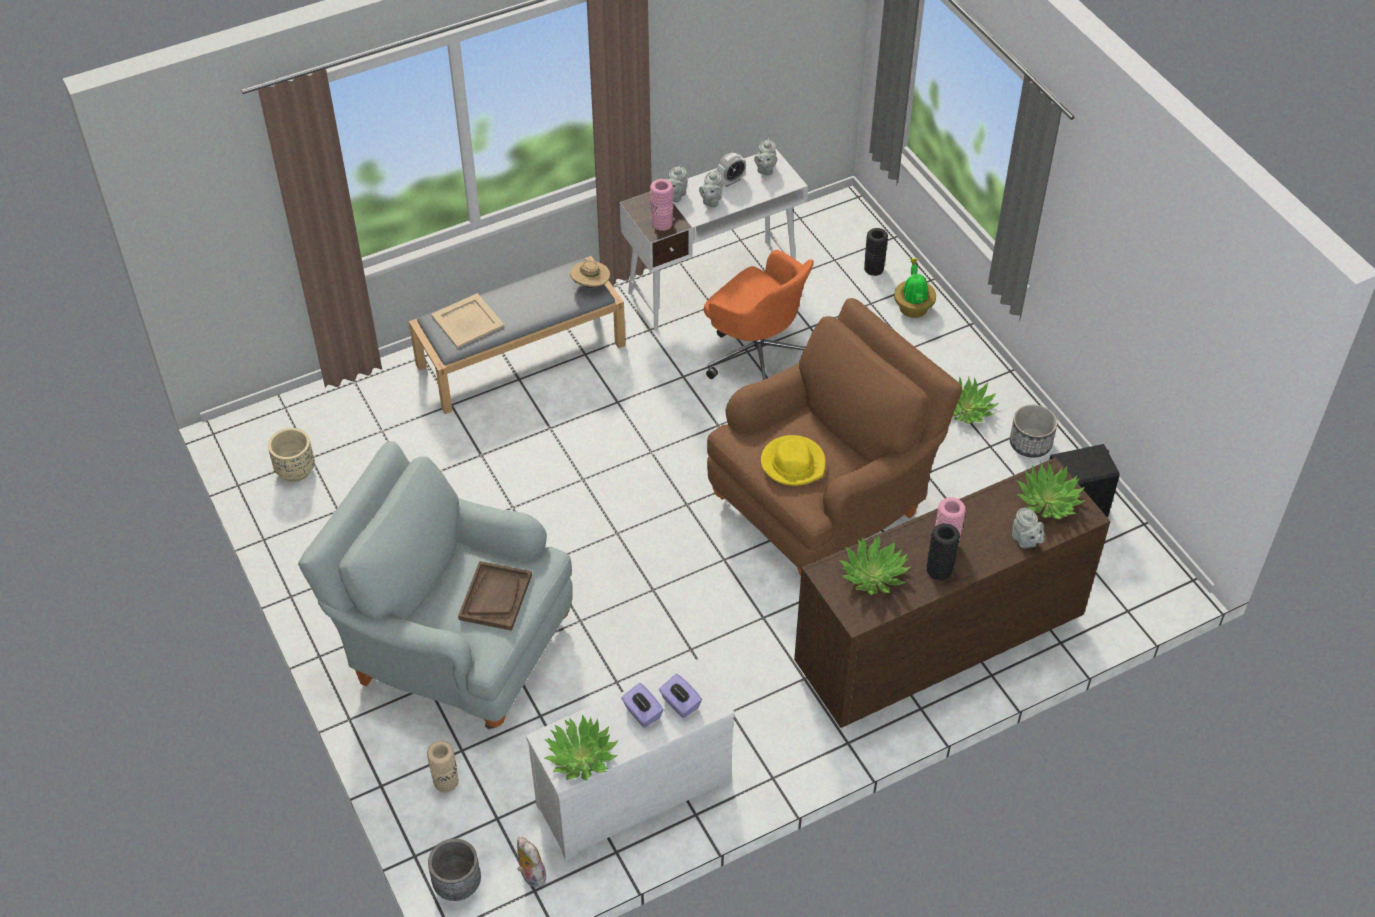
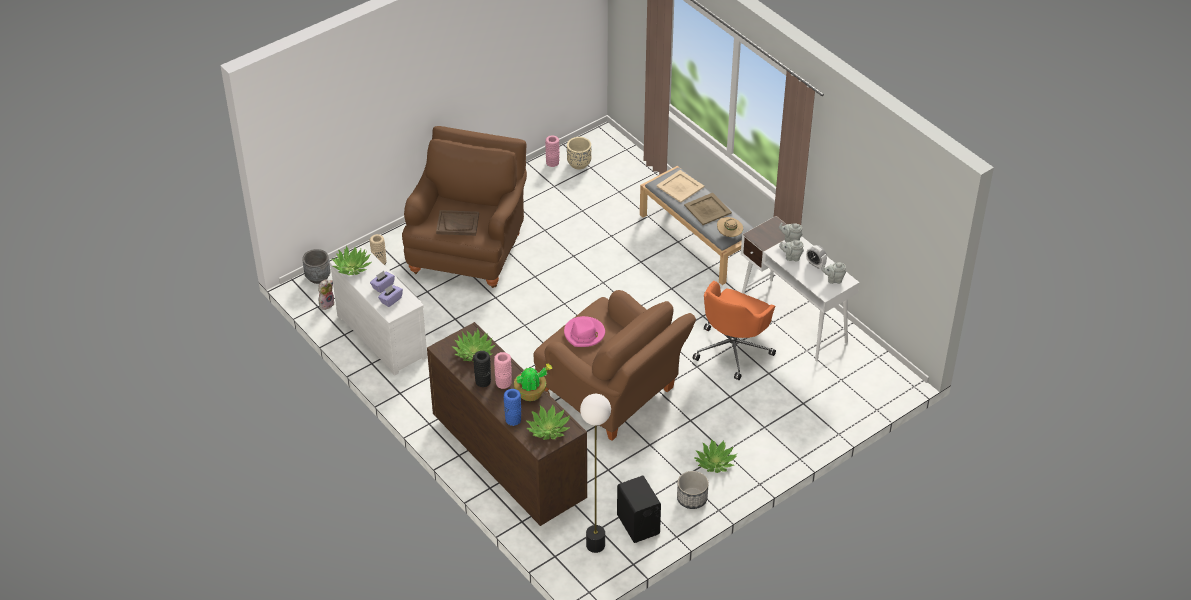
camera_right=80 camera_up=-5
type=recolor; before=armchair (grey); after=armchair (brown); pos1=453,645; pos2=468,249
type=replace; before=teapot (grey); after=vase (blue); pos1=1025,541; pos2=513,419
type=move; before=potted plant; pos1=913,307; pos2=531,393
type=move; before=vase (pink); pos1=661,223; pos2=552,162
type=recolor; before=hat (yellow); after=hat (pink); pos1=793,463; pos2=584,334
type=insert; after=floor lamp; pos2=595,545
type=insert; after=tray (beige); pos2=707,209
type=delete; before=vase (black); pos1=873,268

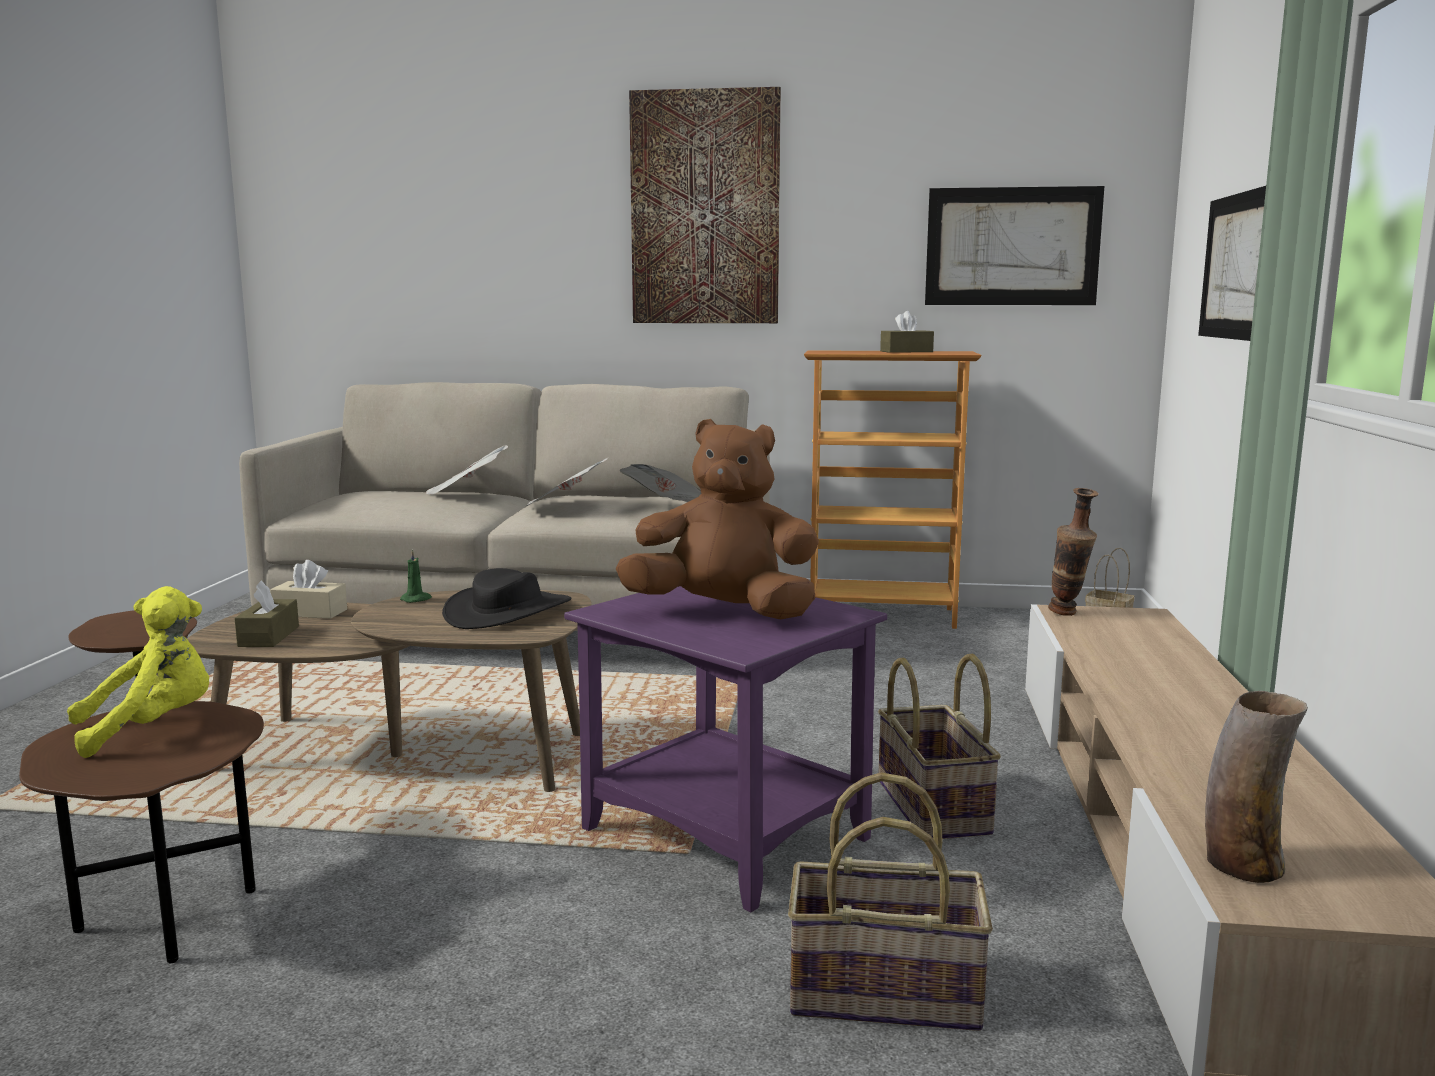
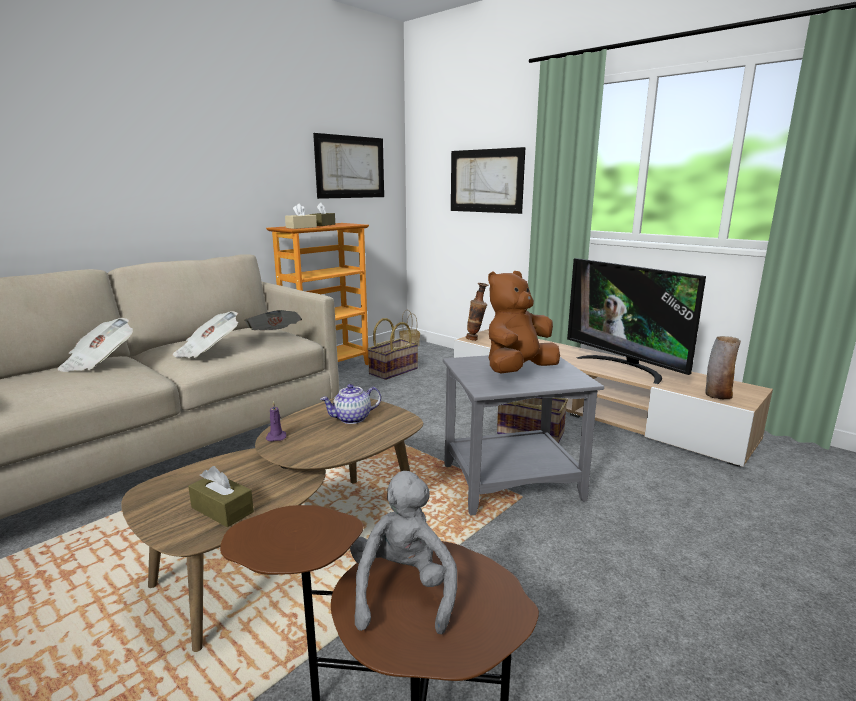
camera_right=-55 camera_up=5
type=recolor; before=candle (green); after=candle (purple); pos1=416,599; pos2=276,437
type=move; before=tissue box (beige); pos1=310,612; pos2=301,227
type=replace; before=hat (black); after=teapot; pos1=508,611; pos2=352,419
type=recolor; before=plush toy (yellow); after=plush toy (grey); pos1=152,728; pos2=403,591
type=move; before=basket; pos1=885,991; pos2=393,371
type=recolor; before=side table (purple); after=side table (grey); pos1=728,833; pos2=511,481
type=insert; after=television; pos2=625,367
type=delete; before=picture; pos1=705,209

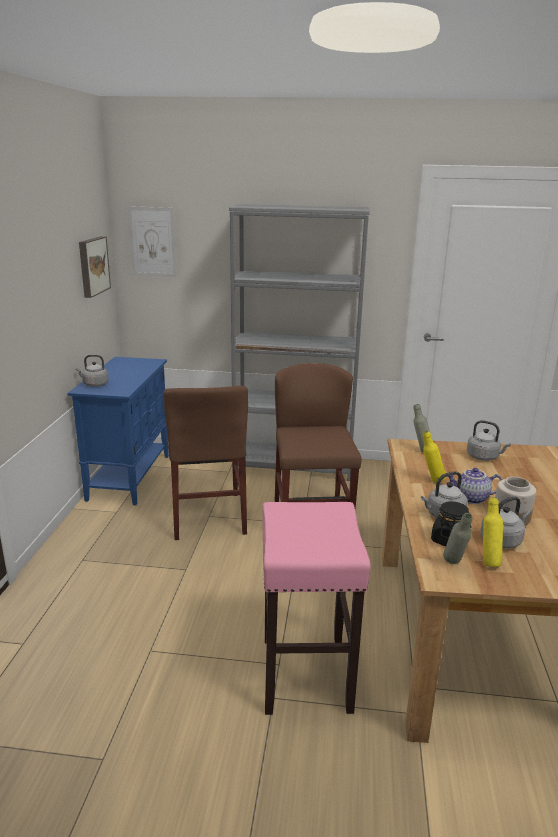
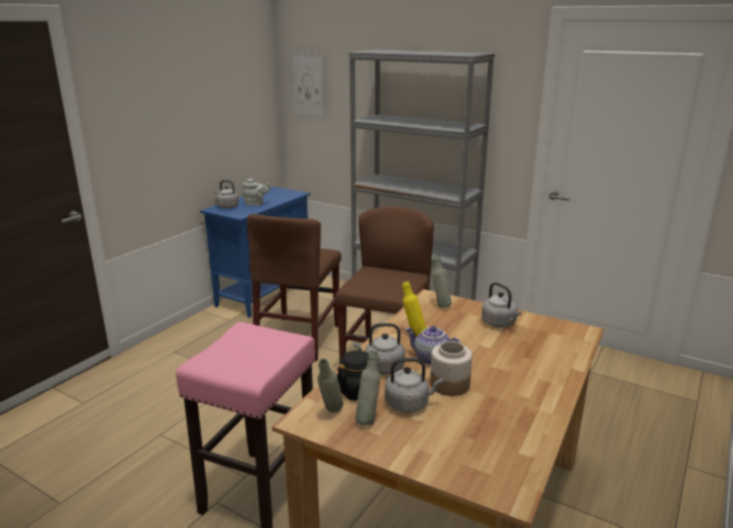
camera_right=25 camera_up=0
type=insert; after=teapot (grey); pos2=255,204
type=recolor; before=bottle (yellow); after=bottle (grey); pos1=488,561; pos2=368,419
type=delete; before=picture; pos1=92,266

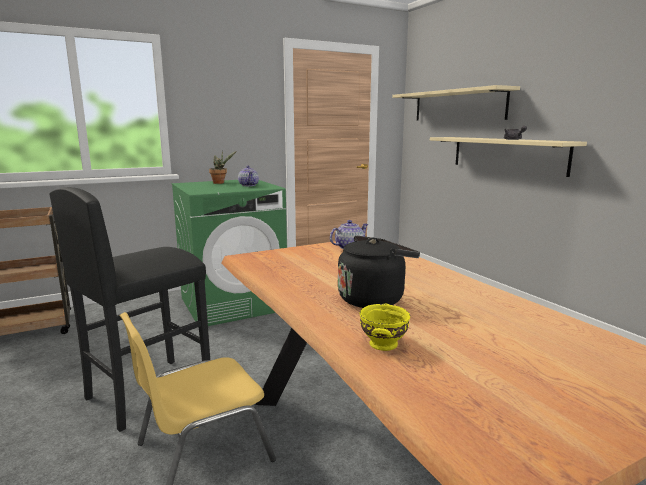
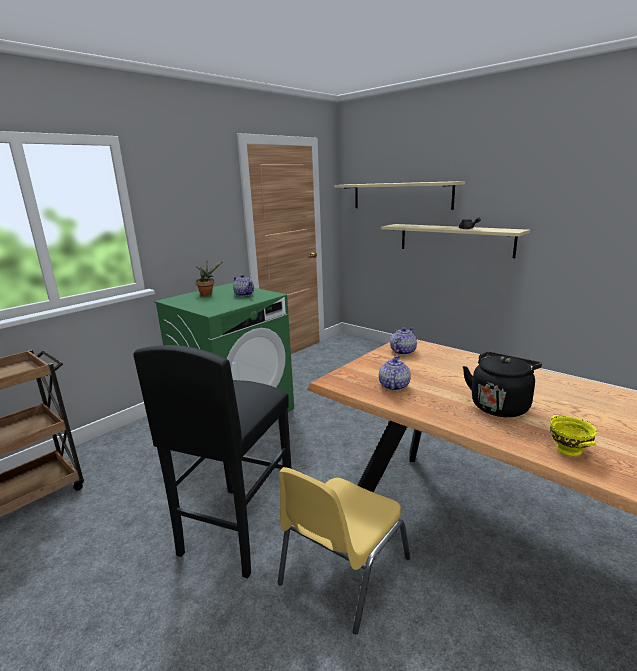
camera_right=-20 camera_up=5
type=insert; after=teapot; pos2=393,386

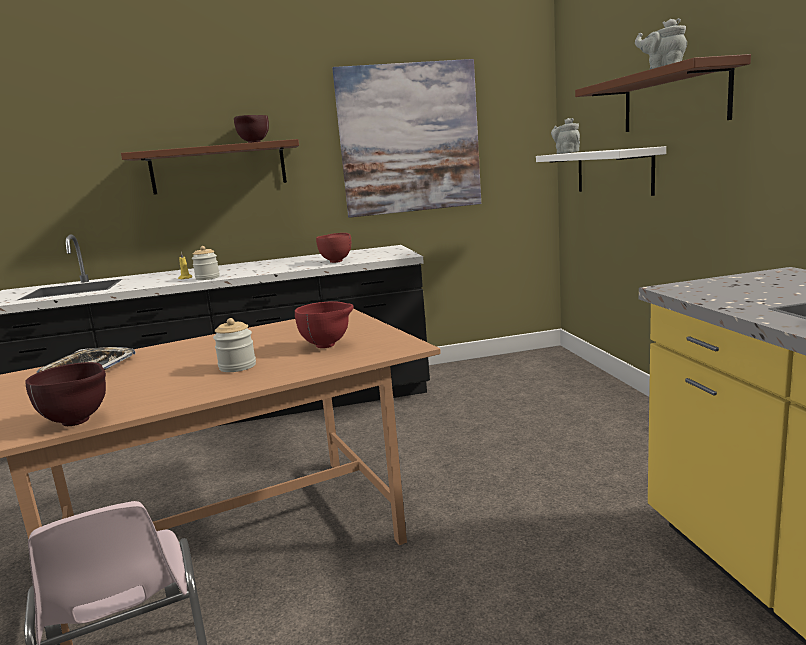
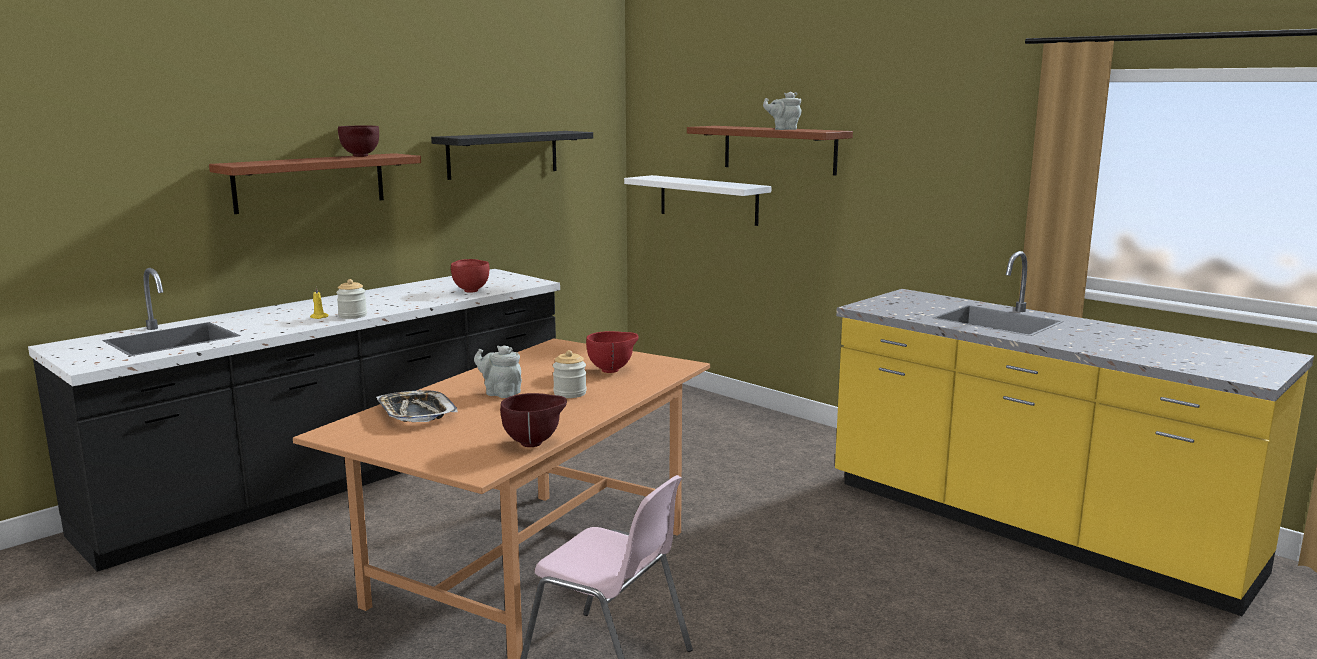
camera_right=-35 camera_up=0
type=replace; before=picture; after=shelf (black); pos1=409,139; pos2=503,154
type=move; before=teapot (grey); pos1=566,153; pos2=500,393

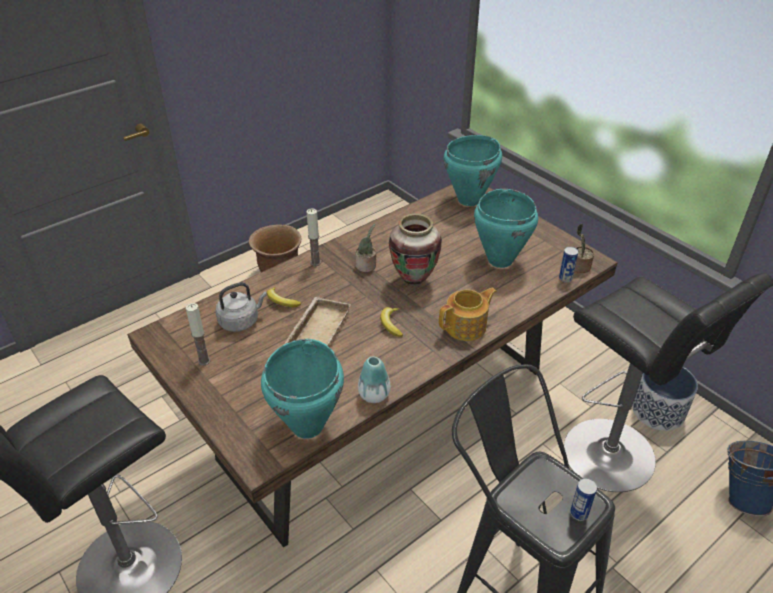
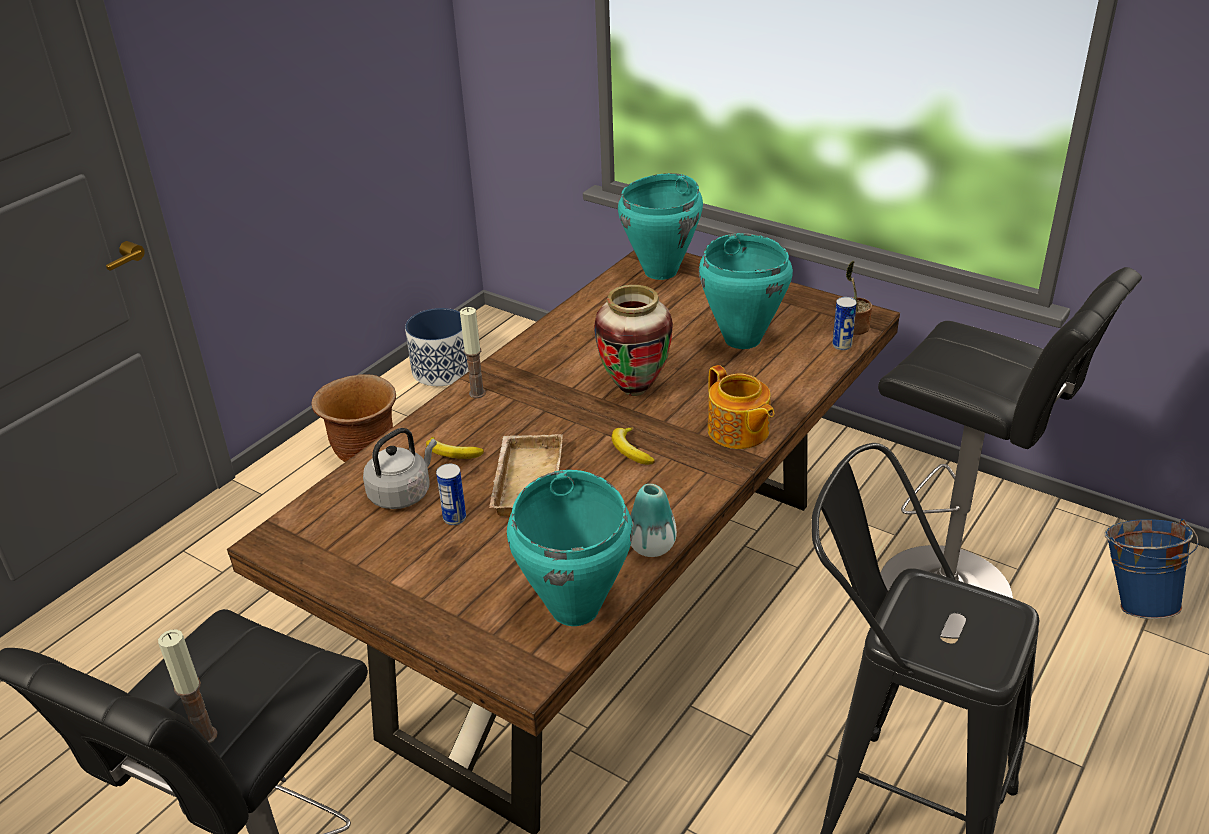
camera_right=-15 camera_up=-5
type=move; before=candle; pos1=204,361; pos2=205,736
type=move; before=planter; pos1=658,411; pos2=443,370
type=move; before=can; pos1=579,513; pos2=454,518
type=rotate; before=teapot; pos1=466,326; pos2=738,432; turn=105
type=delete; before=potted plant; pos1=367,266

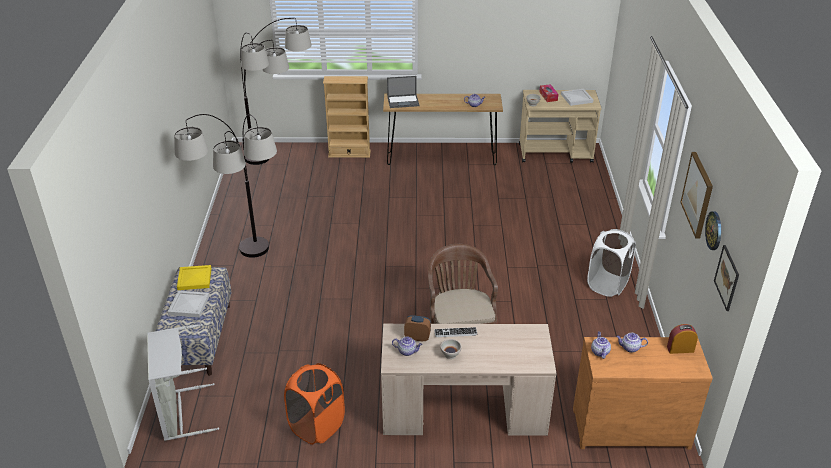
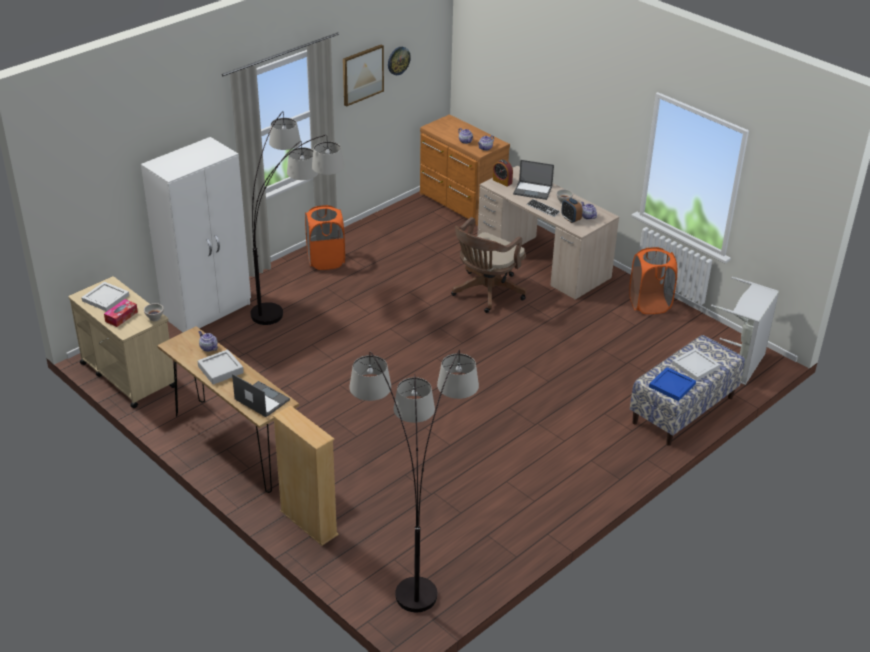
camera_right=-135 camera_up=0
type=insert; after=wardrobe (white); pos2=208,310
type=insert; after=tray (grey); pos2=220,370
type=move; before=floor lamp; pos1=249,271; pos2=297,299
type=recolor; before=laundry basket (white); after=laundry basket (orange); pos1=607,284; pos2=326,261
type=move; before=alarm clock; pos1=680,349; pos2=502,181
type=insert; after=laptop; pos2=533,190
type=recolor; before=tray (yellow); after=tray (blue); pos1=195,278; pos2=671,385
type=delete; before=picture; pos1=727,277

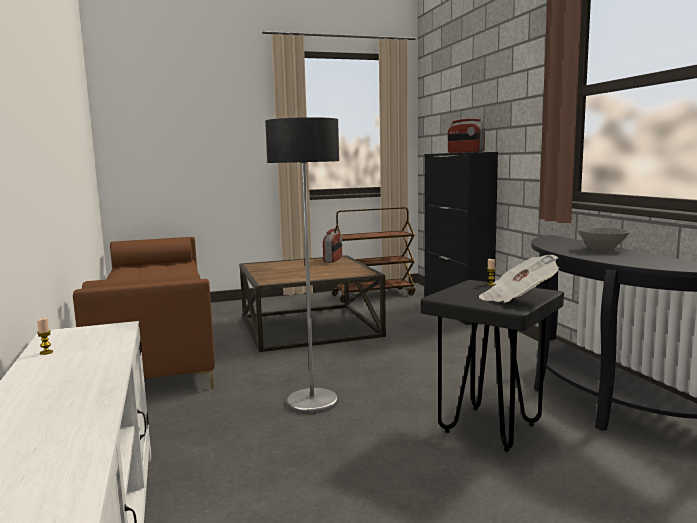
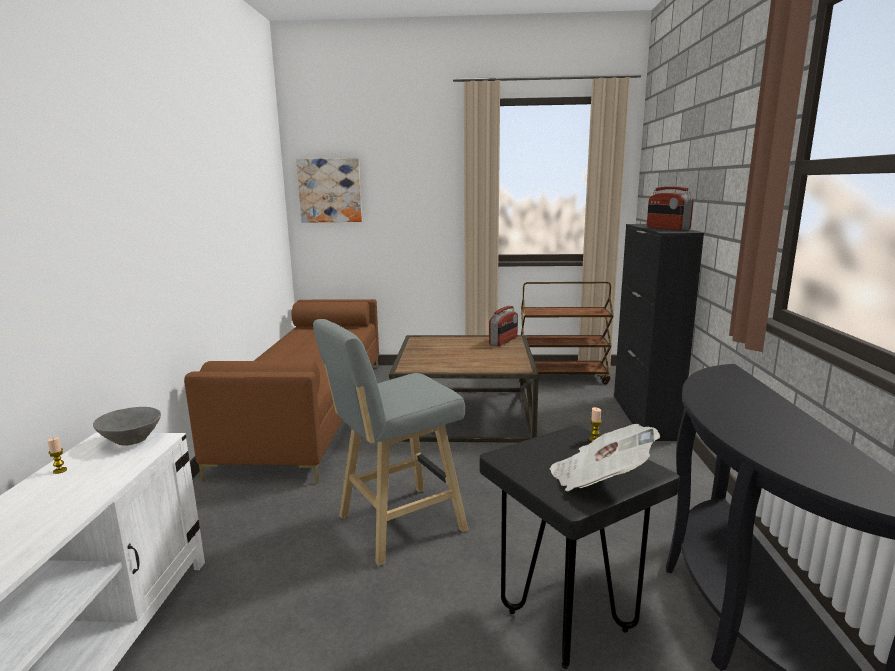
camera_right=20 camera_up=5
type=move; before=bowl (grey); pos1=602,249; pos2=132,441
type=insert; after=picture; pos2=330,190
type=replace; before=floor lamp; after=stool (grey); pos1=311,402; pos2=396,525

